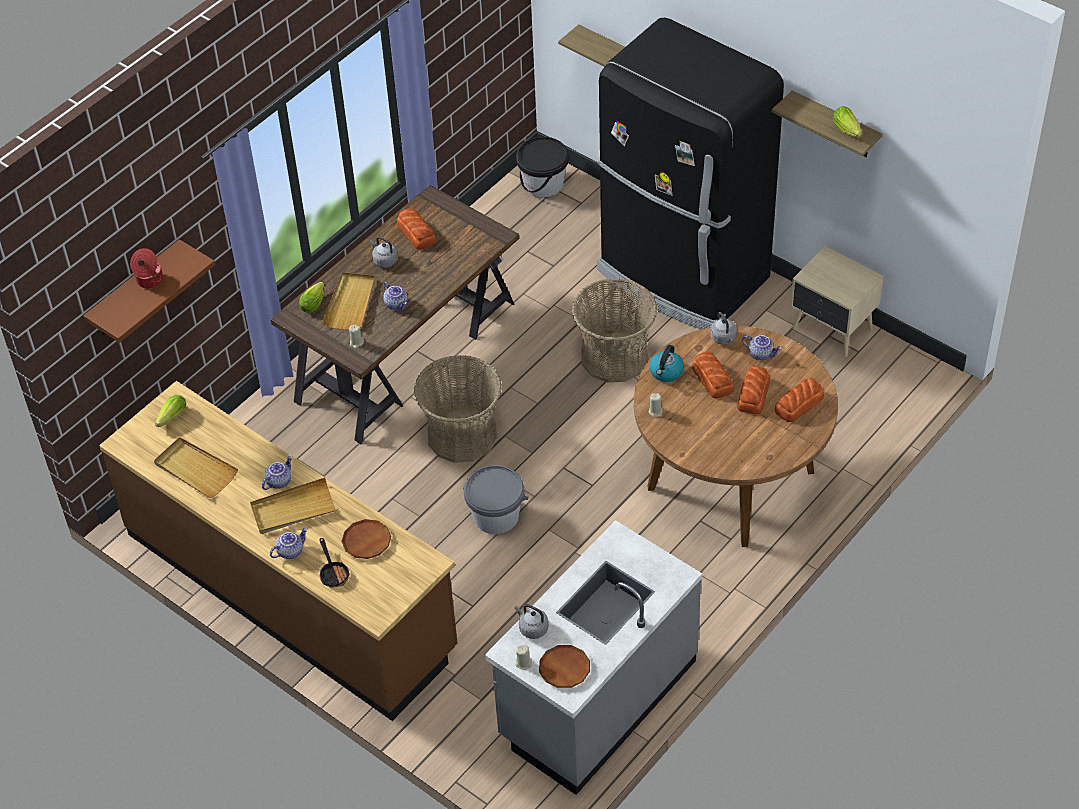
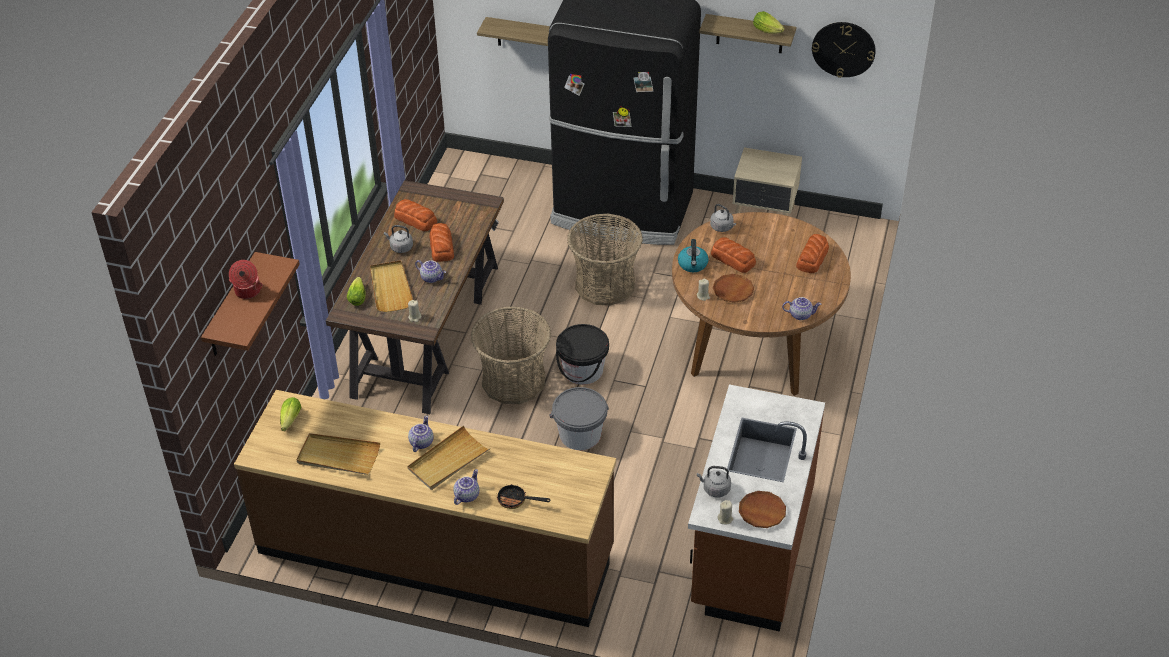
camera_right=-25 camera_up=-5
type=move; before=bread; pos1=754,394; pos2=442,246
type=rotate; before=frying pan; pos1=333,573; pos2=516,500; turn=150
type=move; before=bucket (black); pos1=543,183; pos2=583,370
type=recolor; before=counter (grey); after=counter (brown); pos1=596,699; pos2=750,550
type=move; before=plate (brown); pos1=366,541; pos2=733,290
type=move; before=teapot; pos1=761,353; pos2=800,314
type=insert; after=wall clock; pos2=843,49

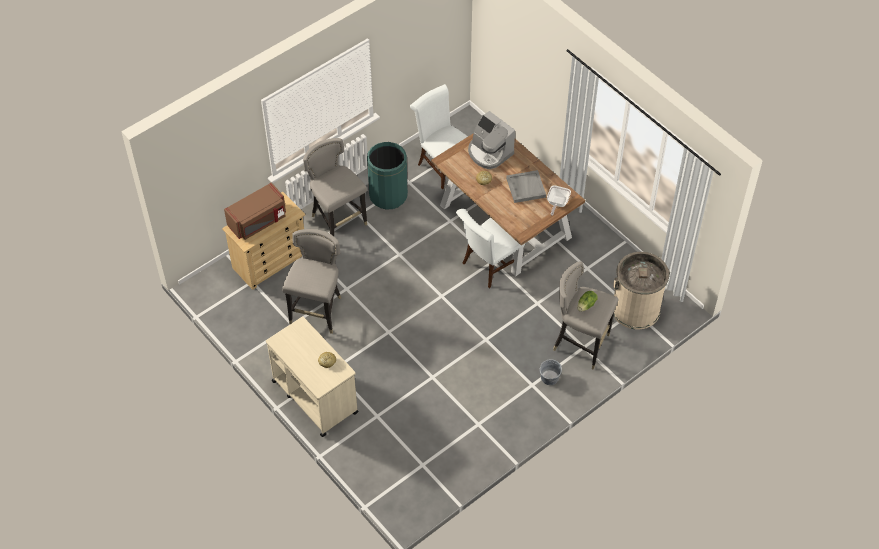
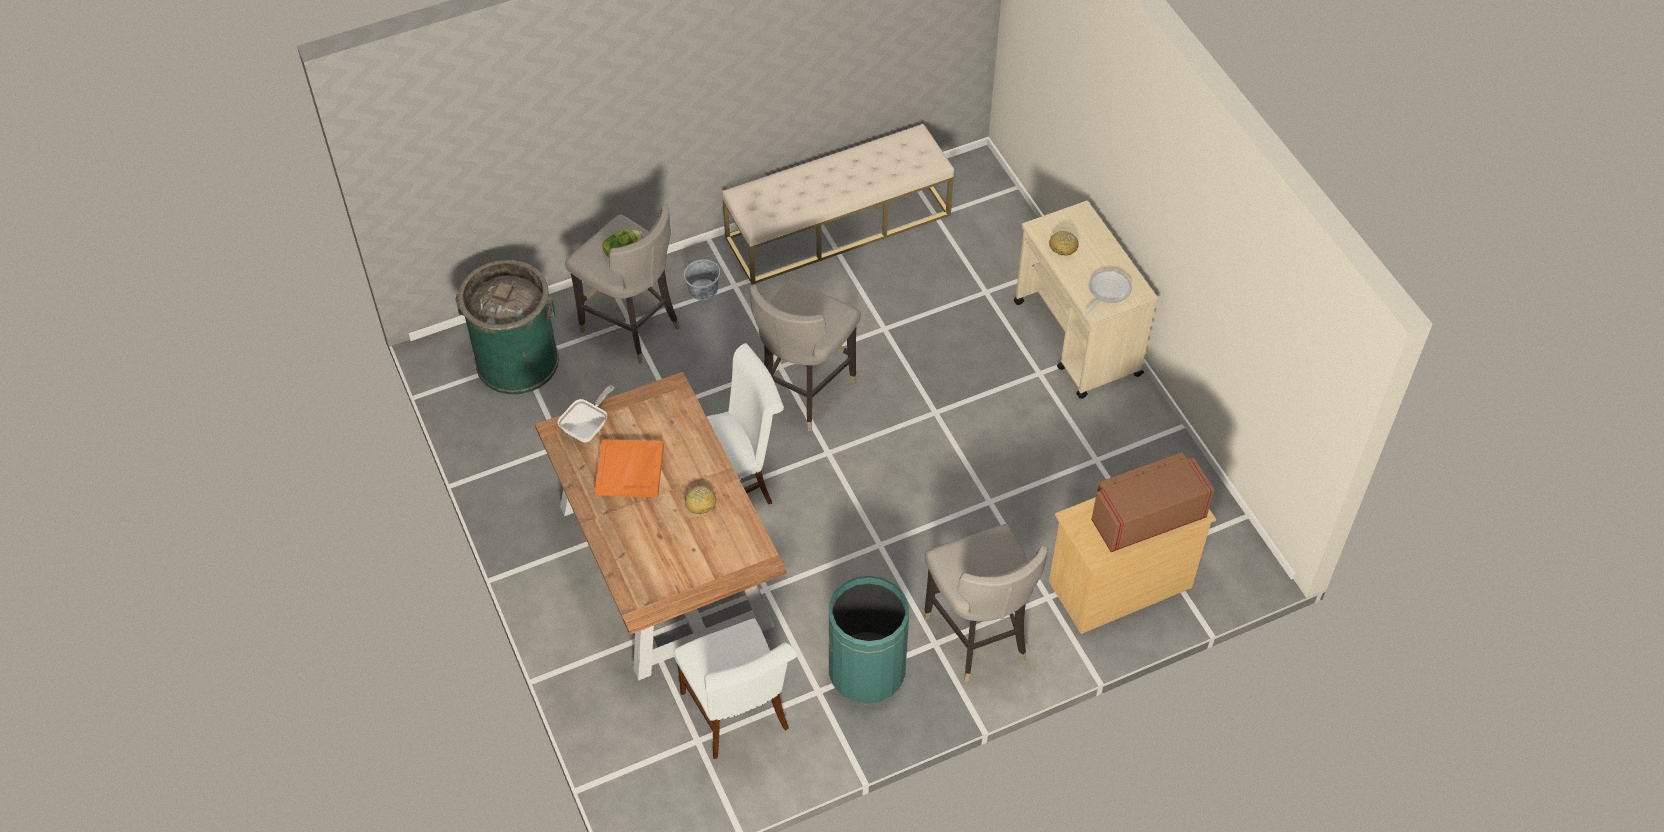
camera_right=-165 camera_up=0
type=recolor; before=trash can (beige); after=trash can (green); pos1=635,309; pos2=517,361
type=recolor; before=tray (grey); after=tray (orange); pos1=525,187; pos2=630,471
type=insert; after=bench (beige); pos2=838,226
type=move; before=stool (grey); pos1=318,311; pos2=803,392
type=insert; after=frying pan; pos2=1106,292
type=delete; before=coffee machine; pos1=489,152

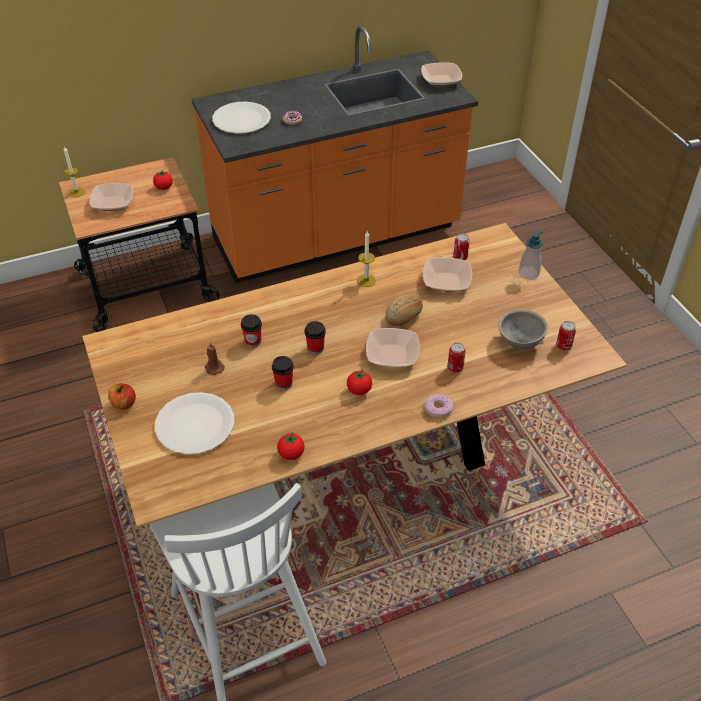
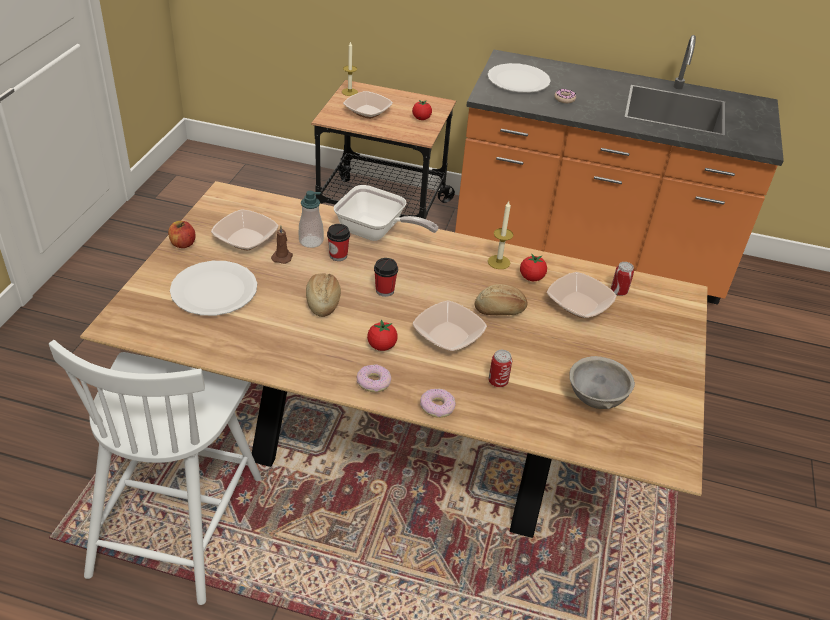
camera_right=35 camera_up=-5
type=move; before=bowl; pos1=440,81; pos2=245,239
type=move; before=soap dispenser; pos1=528,273; pos2=311,241
type=replace; before=cup; after=bread; pos1=284,383; pos2=323,302
type=insert; after=frying pan; pos2=376,233
type=insert; after=donut; pos2=373,382
type=move; before=tomato; pos1=291,454; pos2=531,278
type=delete; before=can; pos1=563,346

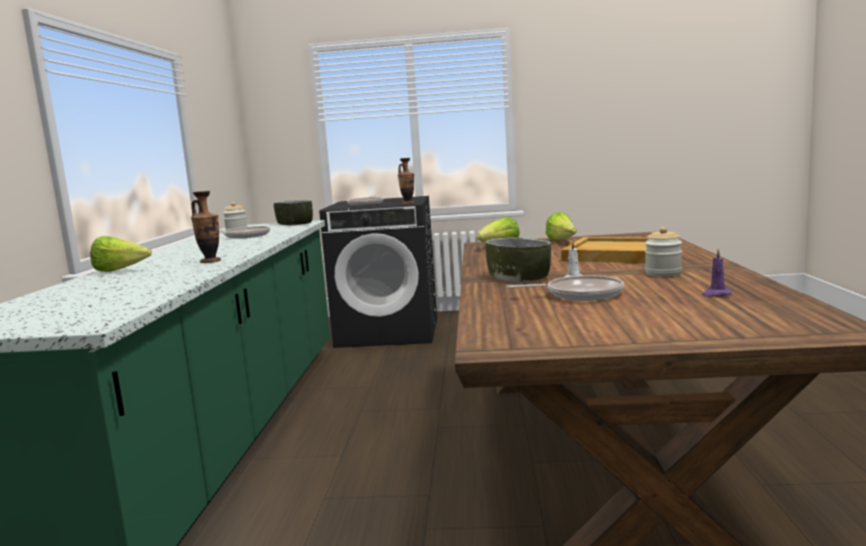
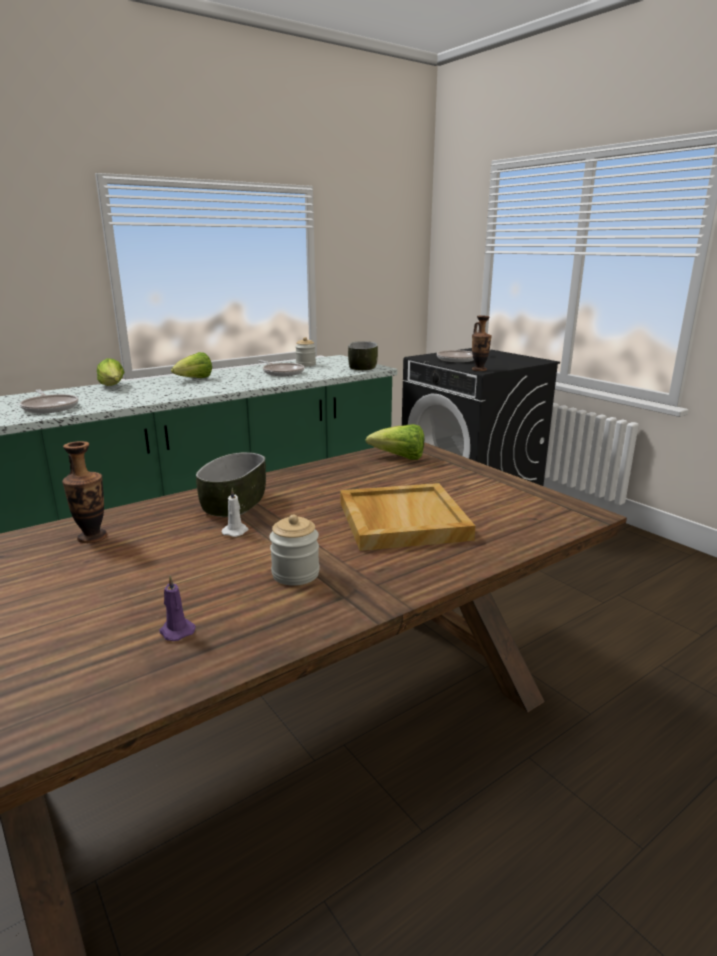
camera_right=50 camera_up=10
type=move; before=frying pan; pos1=579,294; pos2=50,407
type=move; before=vase; pos1=210,261; pos2=92,537
type=move; before=lettuce; pos1=562,242; pos2=194,379

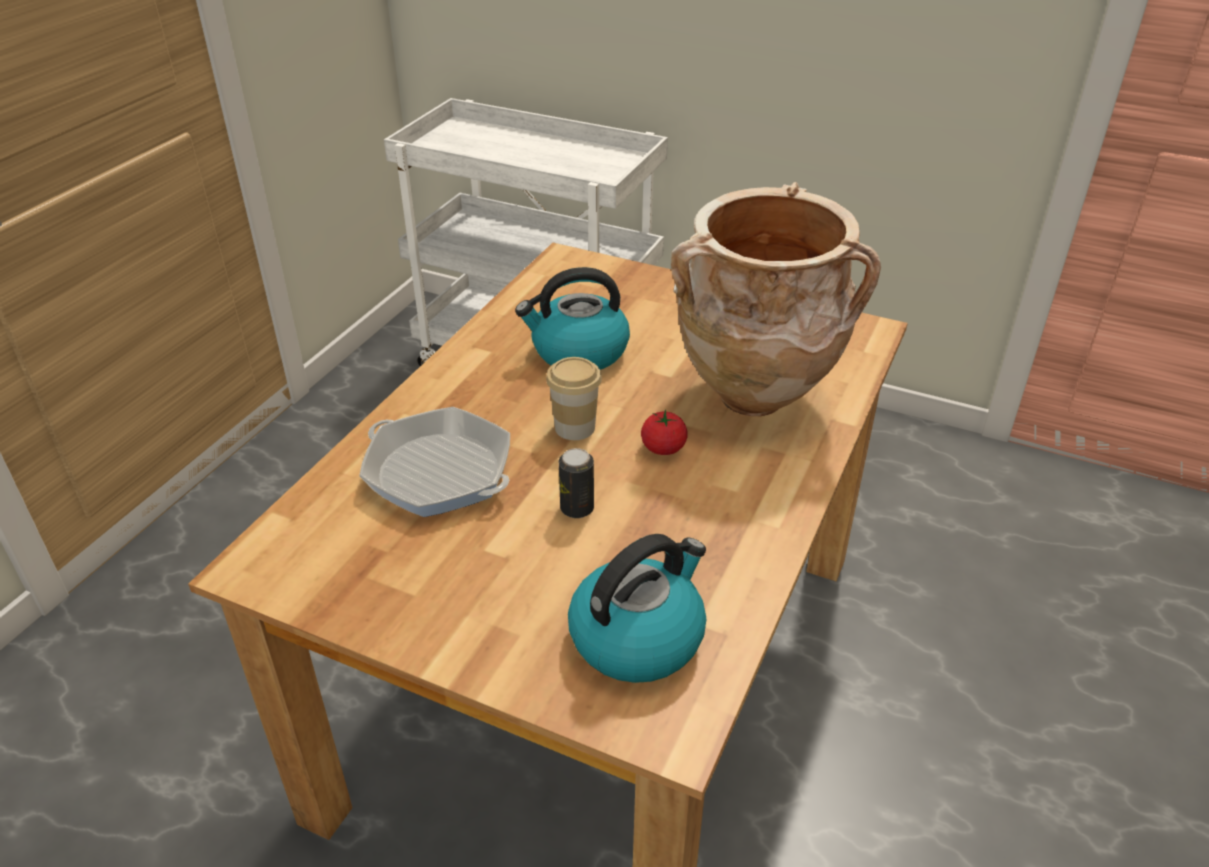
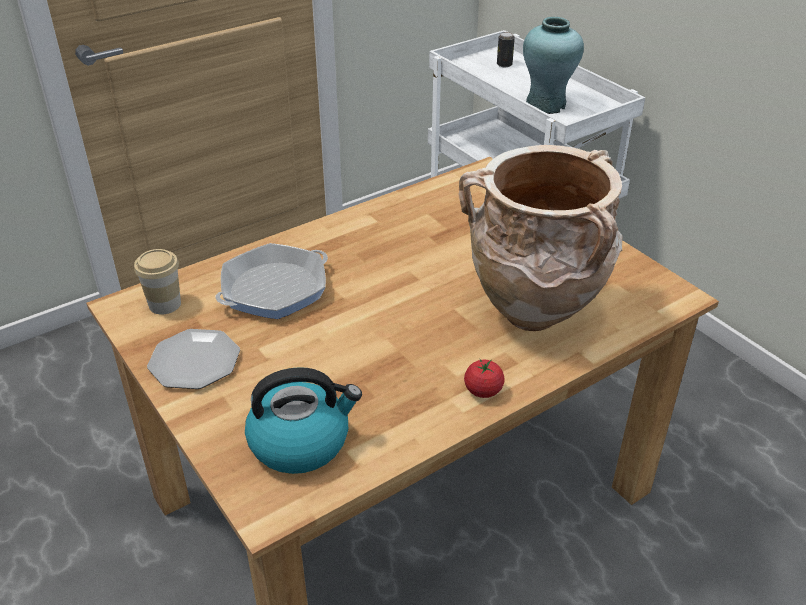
camera_right=30 camera_up=0
type=move; before=cup; pos1=575,427; pos2=165,304
type=insert; after=plate; pos2=194,362
type=rotate; before=frying pan; pos1=439,472; pos2=274,289; turn=75
type=move; before=tomato; pos1=663,448; pos2=483,390
type=move; before=can; pos1=577,508; pos2=504,64
type=insert; after=vase (turquoise); pos2=546,104
type=delete; before=kettle; pos1=578,352

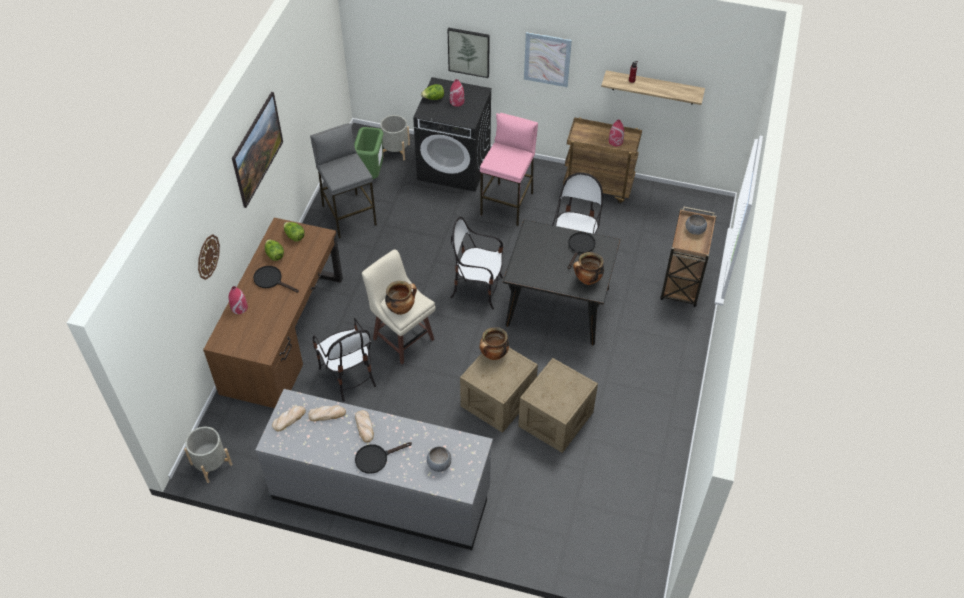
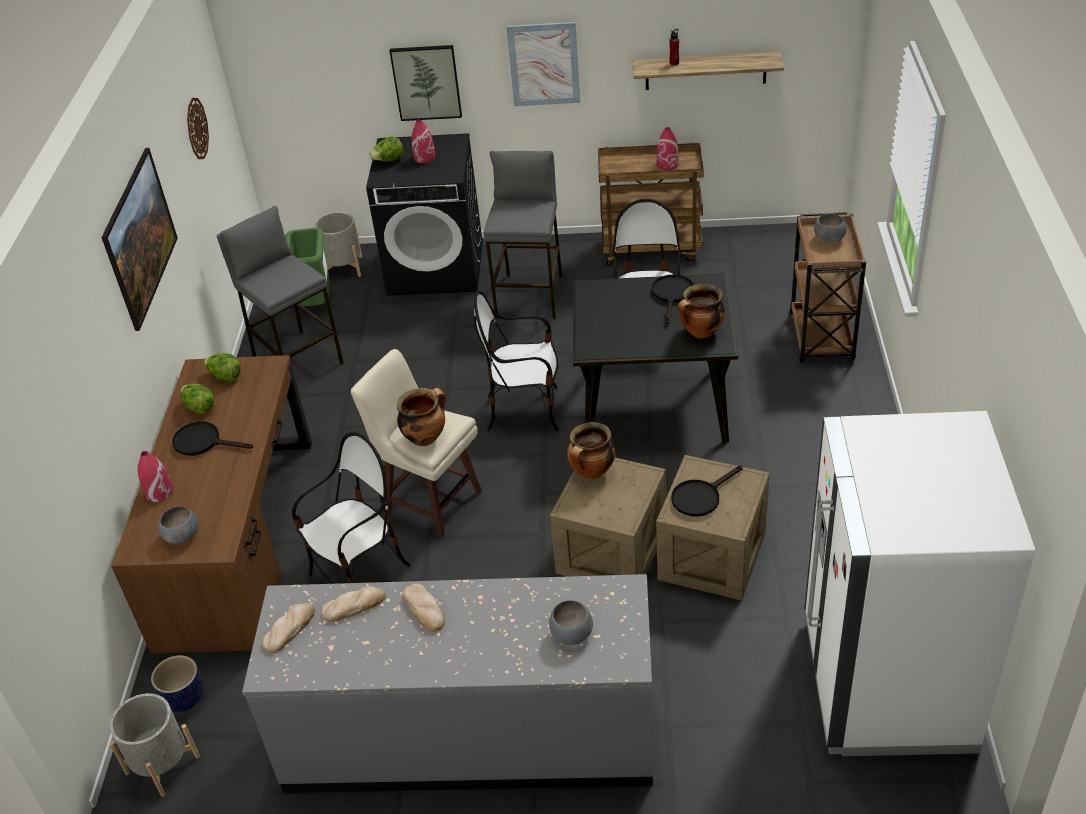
camera_right=-10 camera_up=-10
type=insert; after=planter; pos2=184,698
type=insert; after=bowl (grey); pos2=181,535
type=move; before=wall clock; pos1=208,256; pos2=196,128
type=rotate; before=chair; pos1=348,375; pos2=360,574; turn=-90
type=recolor; before=stool (pink); after=stool (grey); pos1=508,204; pos2=530,296
type=move; before=frying pan (black); pos1=376,458; pos2=700,497
type=insert; after=fridge (white); pos2=886,683

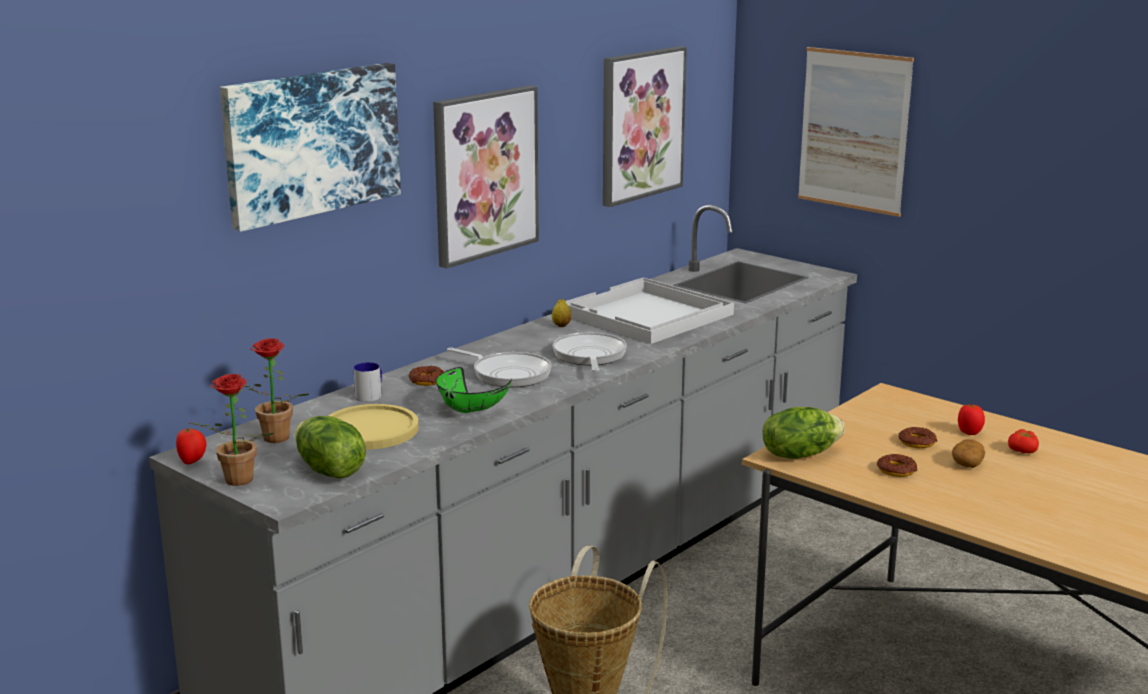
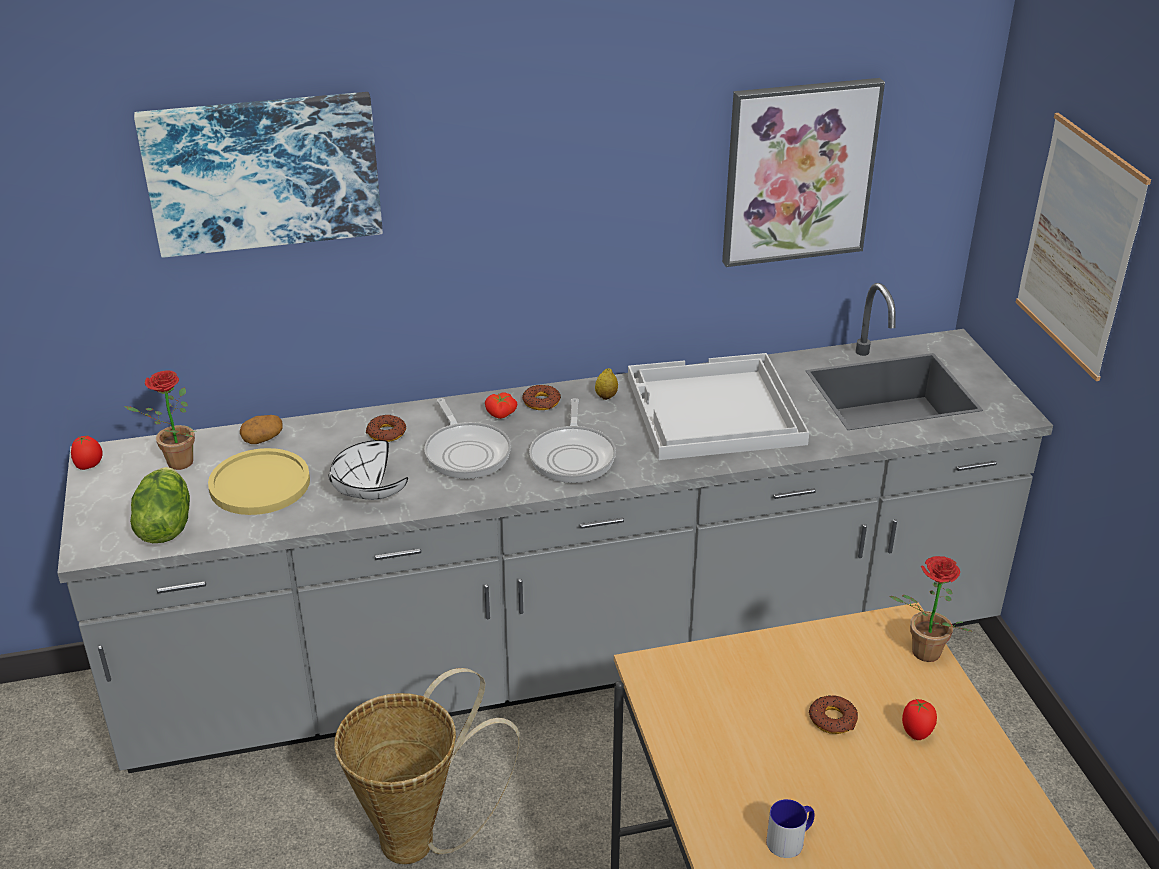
camera_right=35 camera_up=15
type=move; before=potato; pos1=967,463; pos2=263,438
type=recolor; before=bowl (green); after=bowl (white); pos1=470,411; pos2=367,494
type=move; before=tomato; pos1=1023,451; pos2=500,414
type=move; before=donut; pos1=896,470; pos2=541,402
type=rotate; before=frying pan; pos1=589,356; pos2=573,456; turn=150
type=move; before=mug; pos1=371,394; pos2=790,840
type=move; before=potted plant; pos1=234,482; pos2=920,654
type=delete; before=picture; pos1=484,174
type=delete; before=lettuce; pos1=799,454

